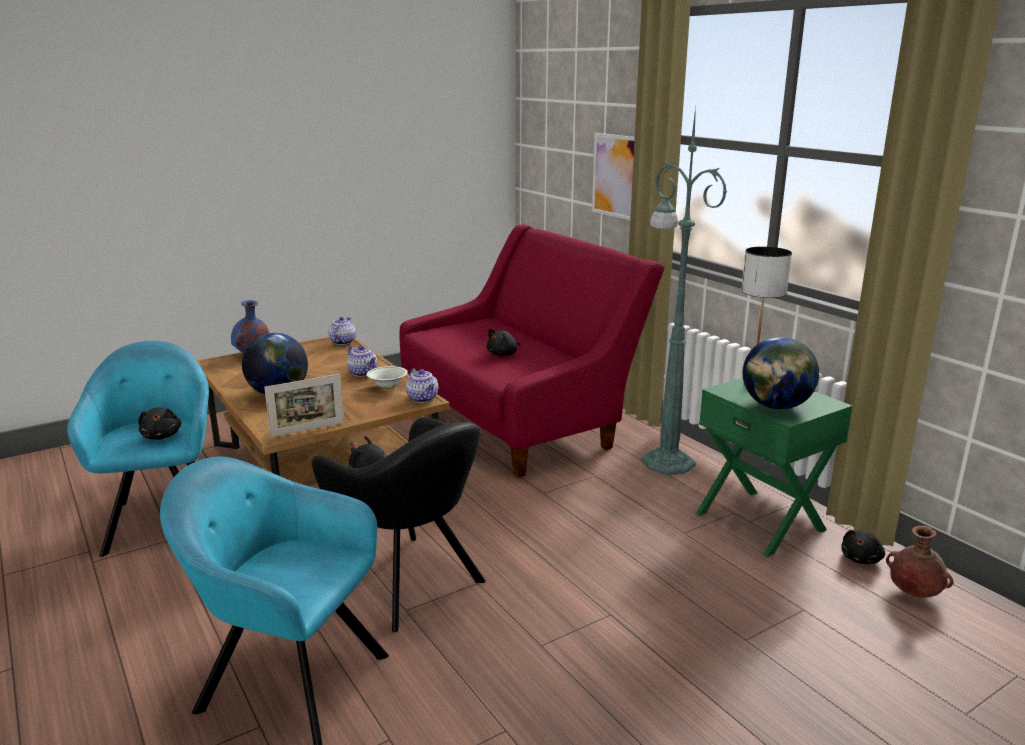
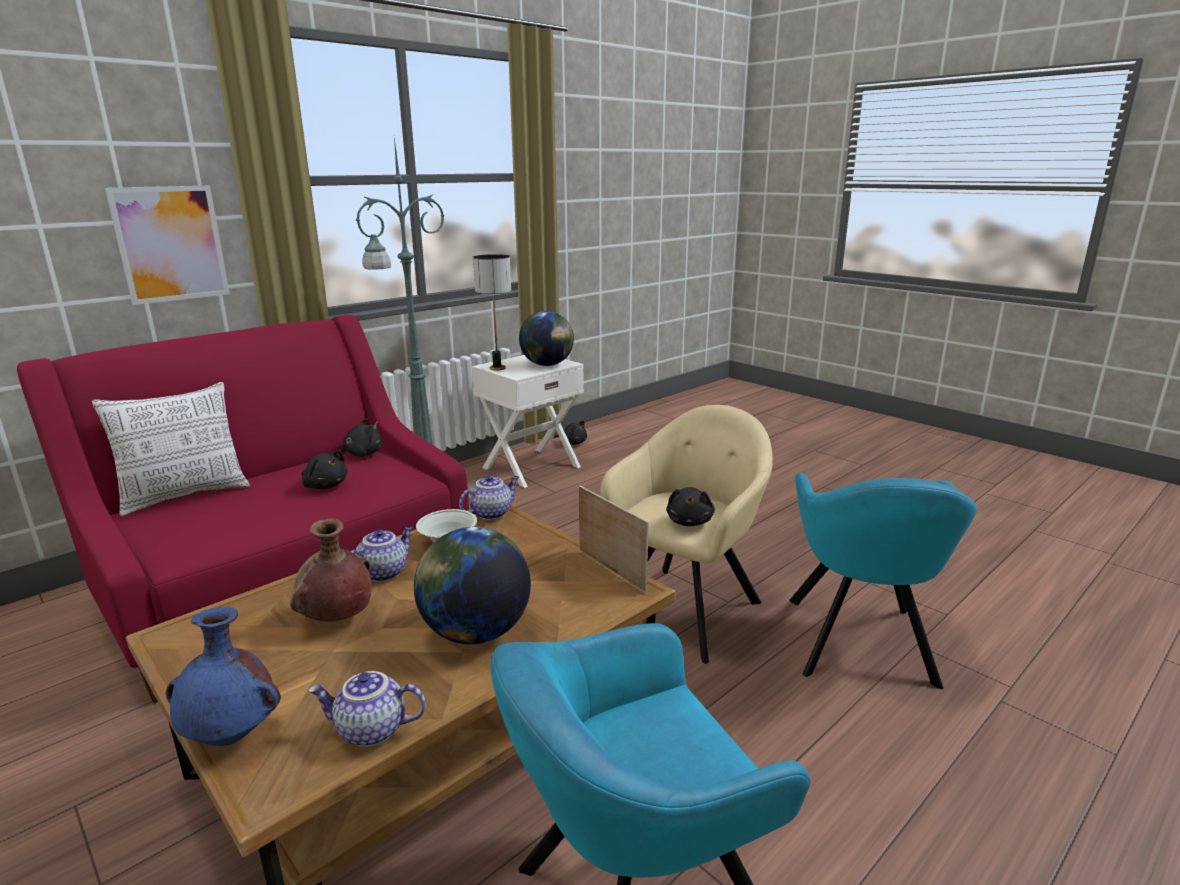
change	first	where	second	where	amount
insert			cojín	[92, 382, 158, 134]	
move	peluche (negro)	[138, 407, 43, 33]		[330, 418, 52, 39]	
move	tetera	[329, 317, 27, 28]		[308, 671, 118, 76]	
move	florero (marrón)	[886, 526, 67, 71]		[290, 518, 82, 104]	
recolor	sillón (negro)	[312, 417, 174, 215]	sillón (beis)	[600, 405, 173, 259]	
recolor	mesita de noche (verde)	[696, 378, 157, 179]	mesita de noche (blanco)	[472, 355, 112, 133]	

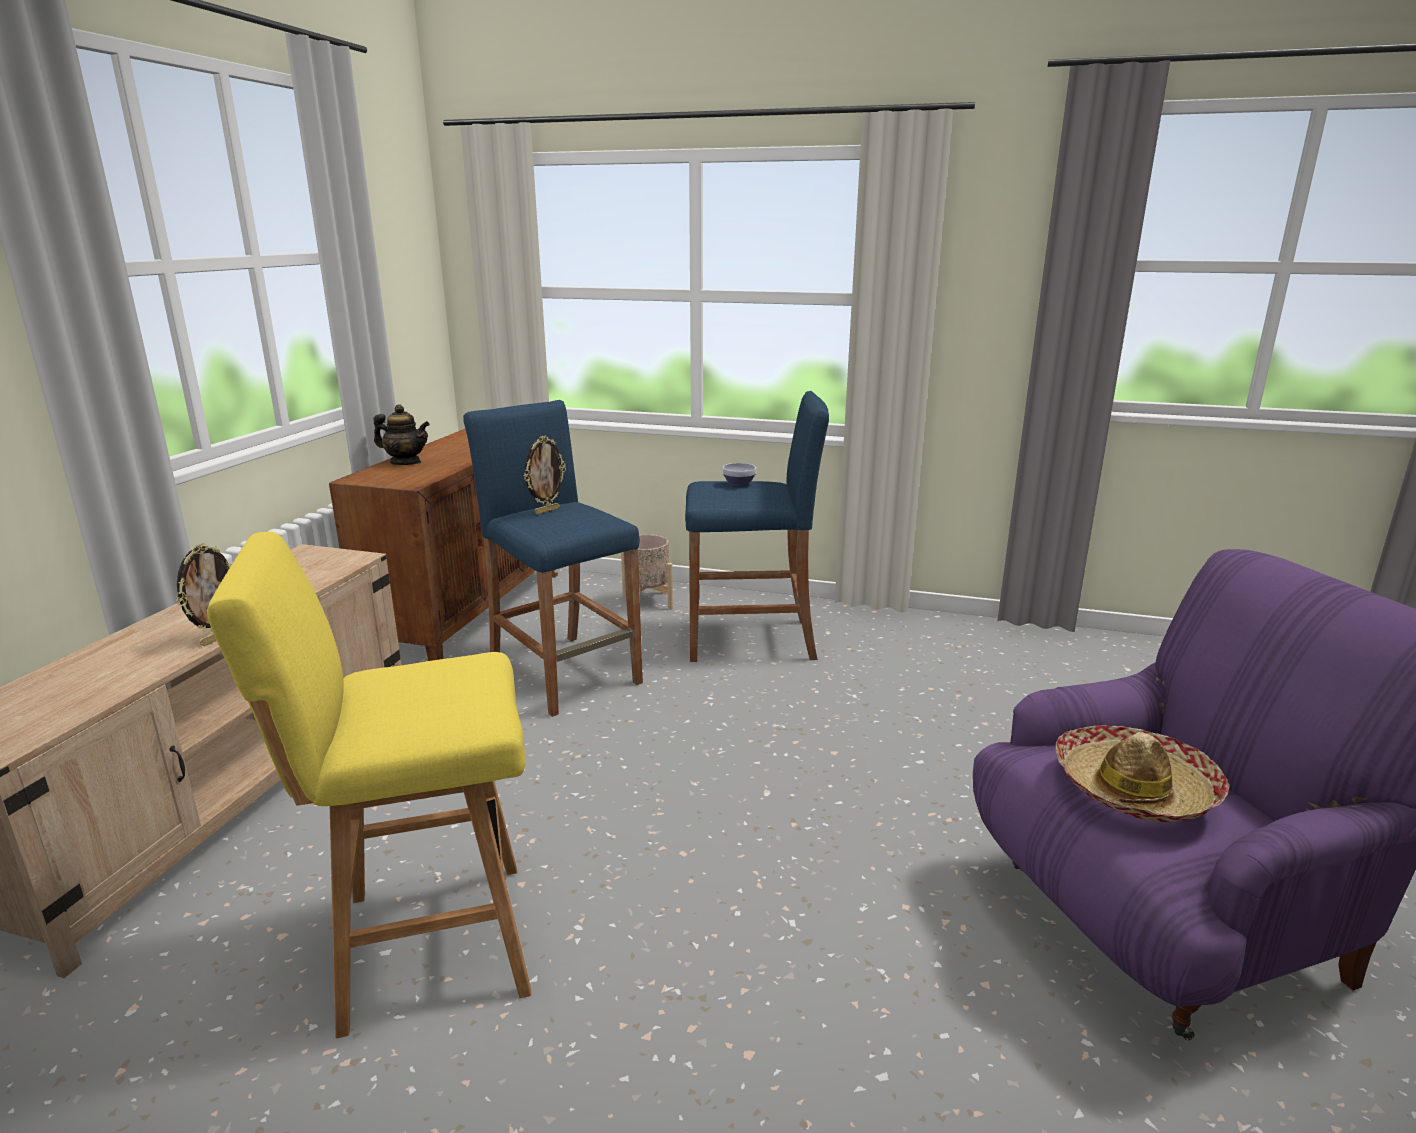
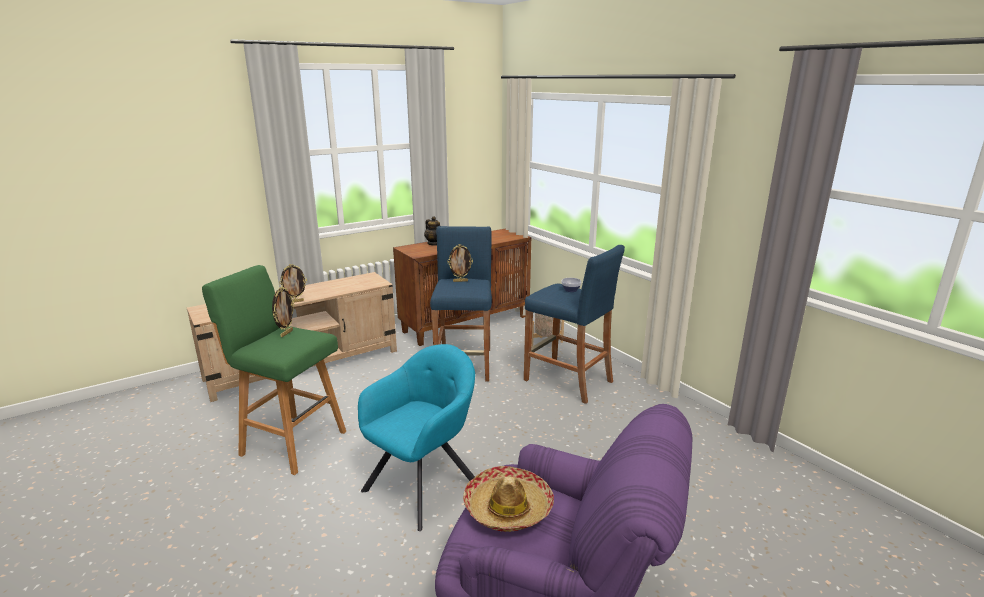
change	first	where	second	where	amount
insert			portarretratos	[272, 287, 23, 50]	
insert			sillón (turquesa)	[358, 344, 117, 187]	
recolor	taburete (amarillo)	[207, 532, 324, 506]	taburete (verde)	[202, 265, 144, 210]	

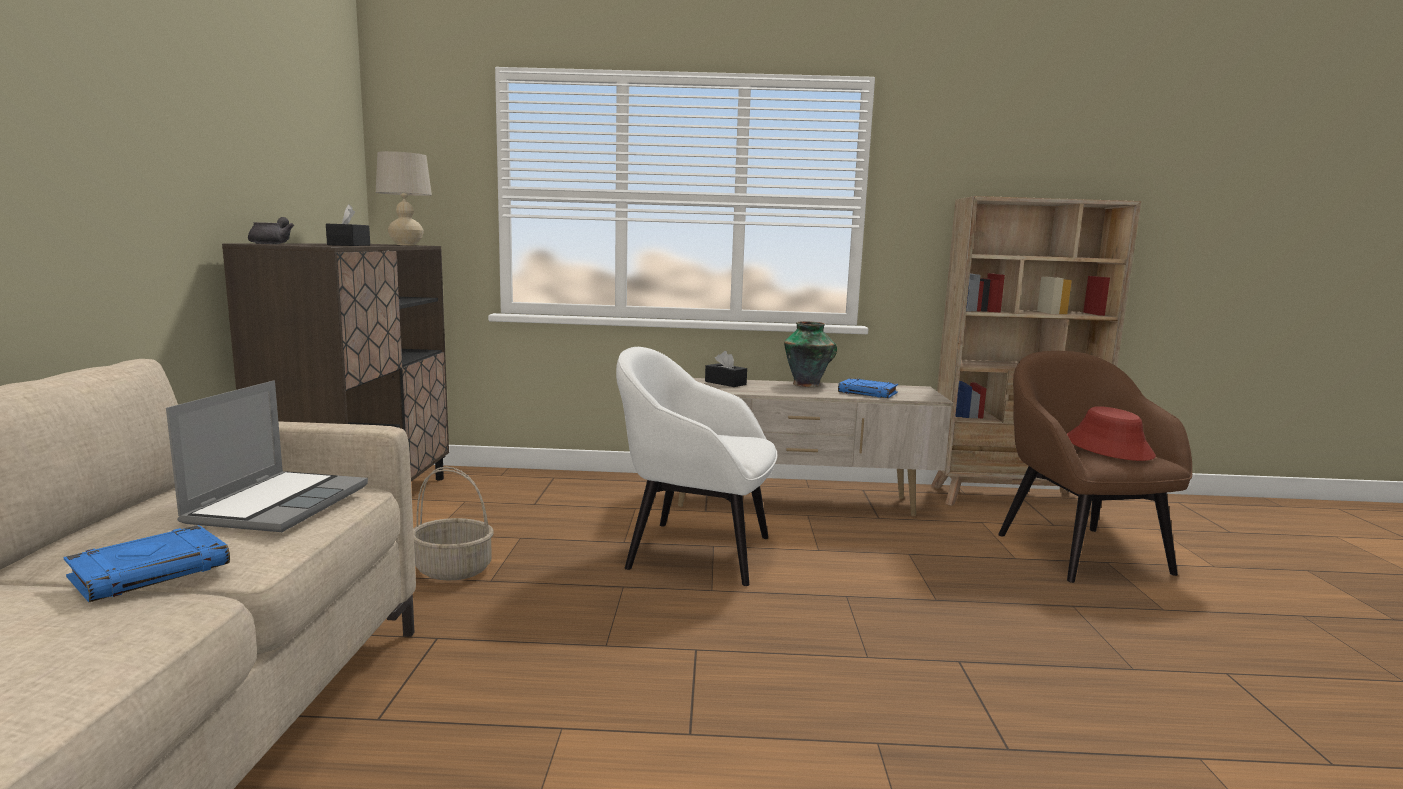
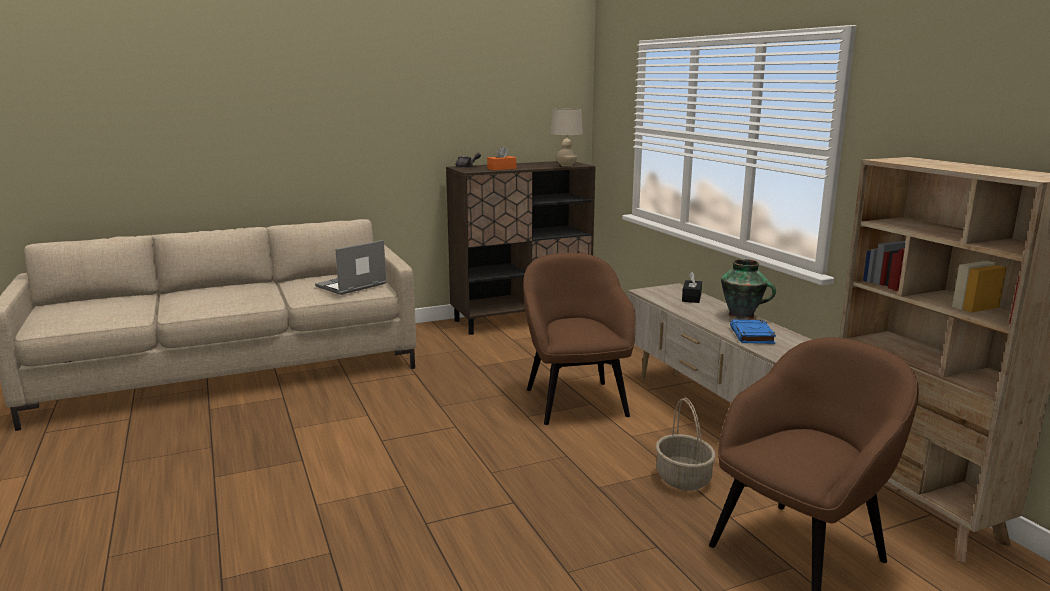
change	first	where	second	where	amount
delete	libro (azul)	[63, 525, 167, 77]			
delete	sombrero (rojo)	[1067, 406, 89, 55]			
move	cesta	[413, 467, 81, 114]		[656, 397, 60, 93]	
recolor	caja de pañuelos (negro)	[326, 204, 44, 42]	caja de pañuelos (naranja)	[487, 146, 29, 24]	
recolor	sillón (blanco)	[616, 347, 161, 239]	sillón (marrón)	[523, 253, 112, 172]	
rotate	portátil	[166, 380, 202, 152]		[315, 240, 72, 55]	150 degrees clockwise

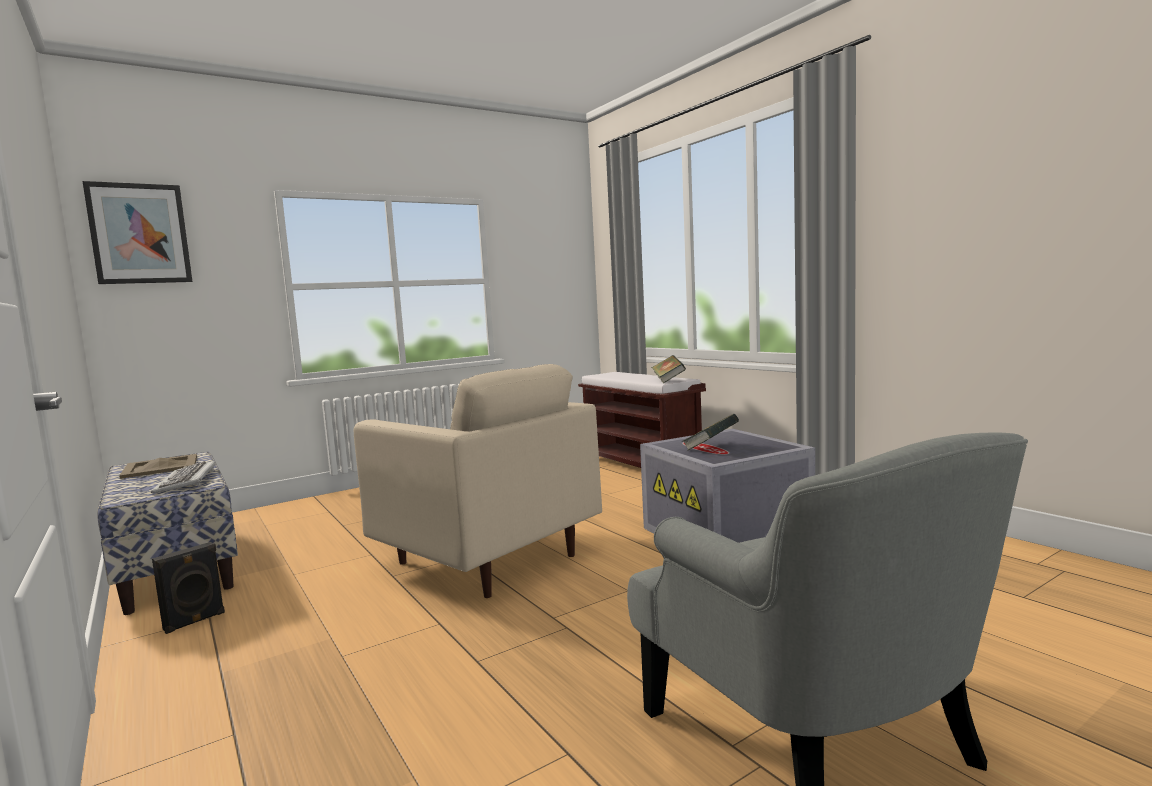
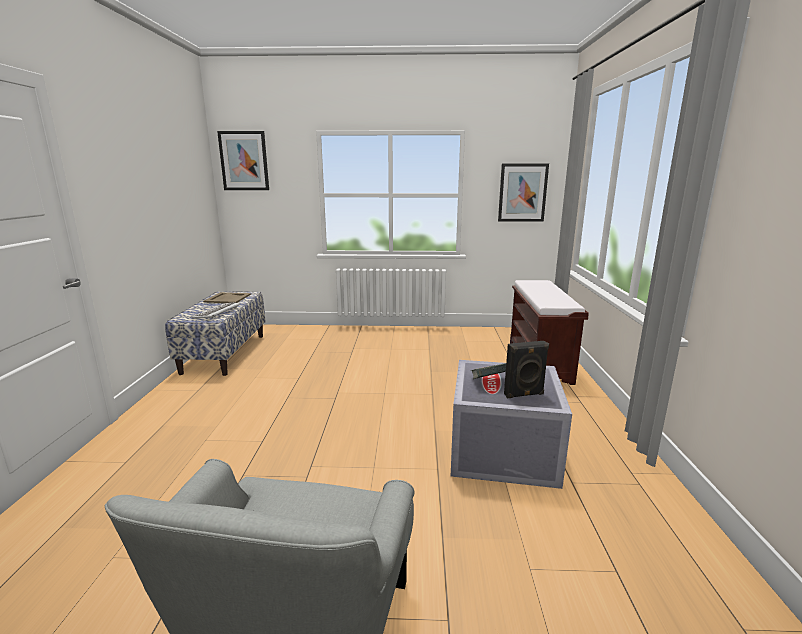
change	first	where	second	where	amount
delete	sillón (beis)	[354, 364, 248, 234]			
delete	libro	[652, 355, 34, 28]			
insert			cuadro	[498, 164, 51, 58]	
move	altavoz (negro)	[152, 542, 73, 92]		[504, 341, 45, 57]	

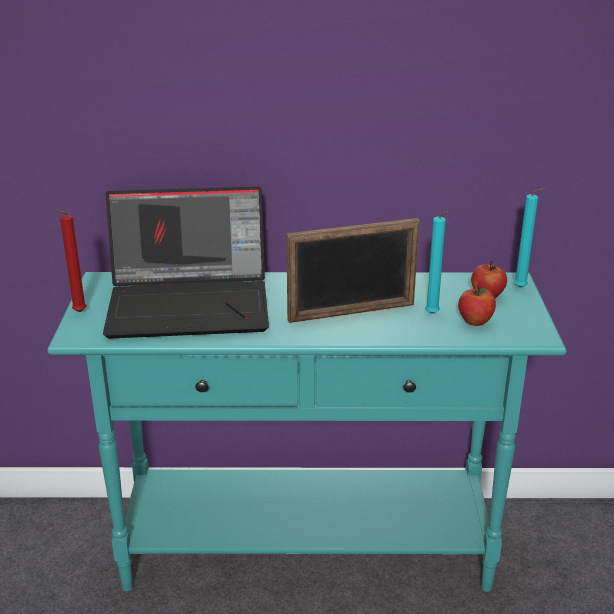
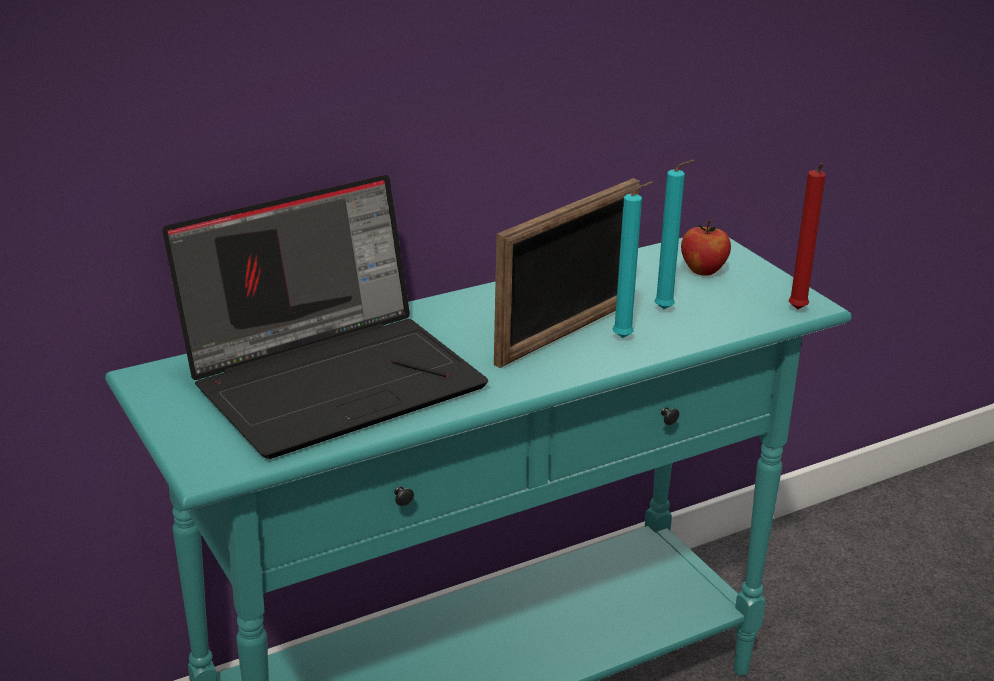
change	first	where	second	where	amount
delete	manzana	[458, 285, 38, 41]			
move	vela (rojo)	[55, 210, 32, 102]		[788, 163, 38, 146]	
move	vela (turquesa)	[514, 188, 31, 100]		[613, 181, 40, 157]	

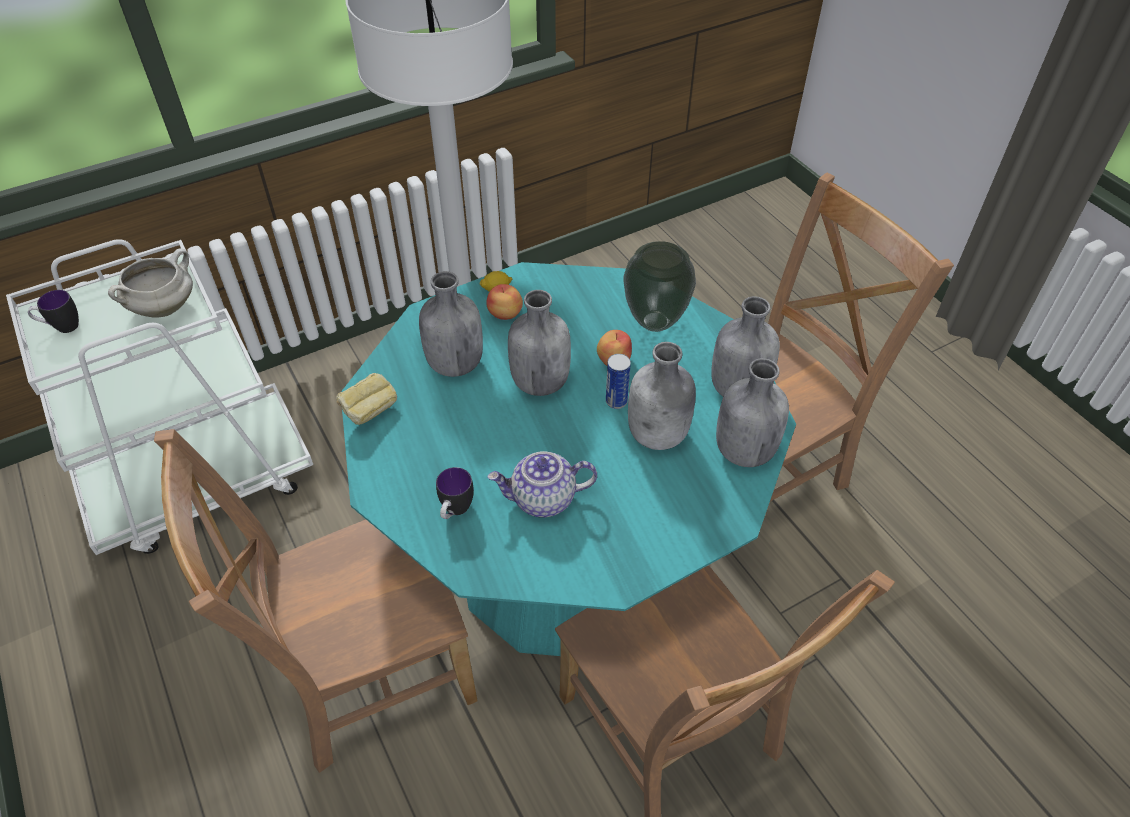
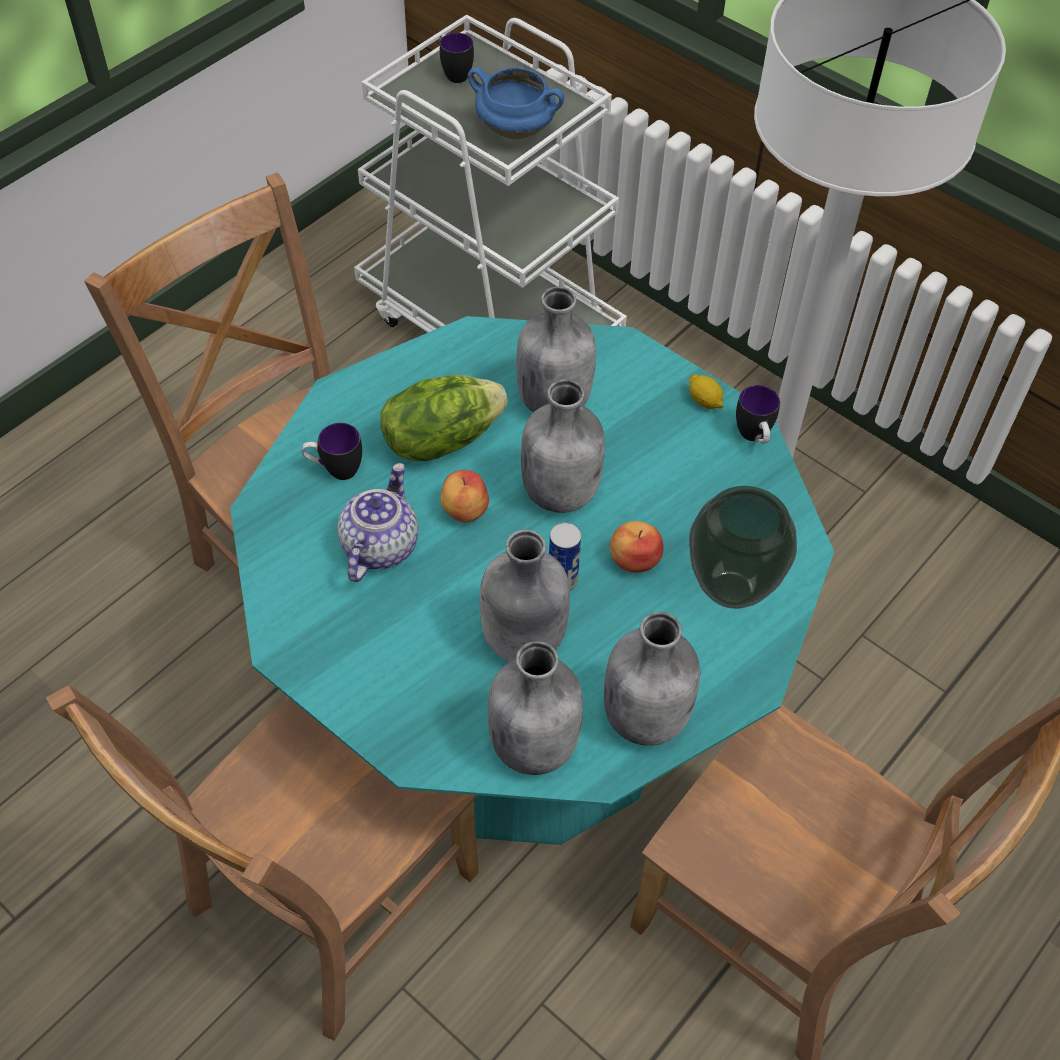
change	first	where	second	where	amount
delete	pan	[336, 373, 61, 52]			
insert			lechuga	[380, 375, 128, 86]	
insert			taza grande	[736, 385, 44, 59]	
move	manzana	[486, 284, 37, 36]		[440, 470, 49, 52]	
recolor	olla (blanco)	[108, 248, 85, 70]	olla (azul)	[468, 67, 96, 72]	
rotate	tetera	[488, 451, 109, 67]		[337, 463, 81, 119]	45 degrees clockwise

